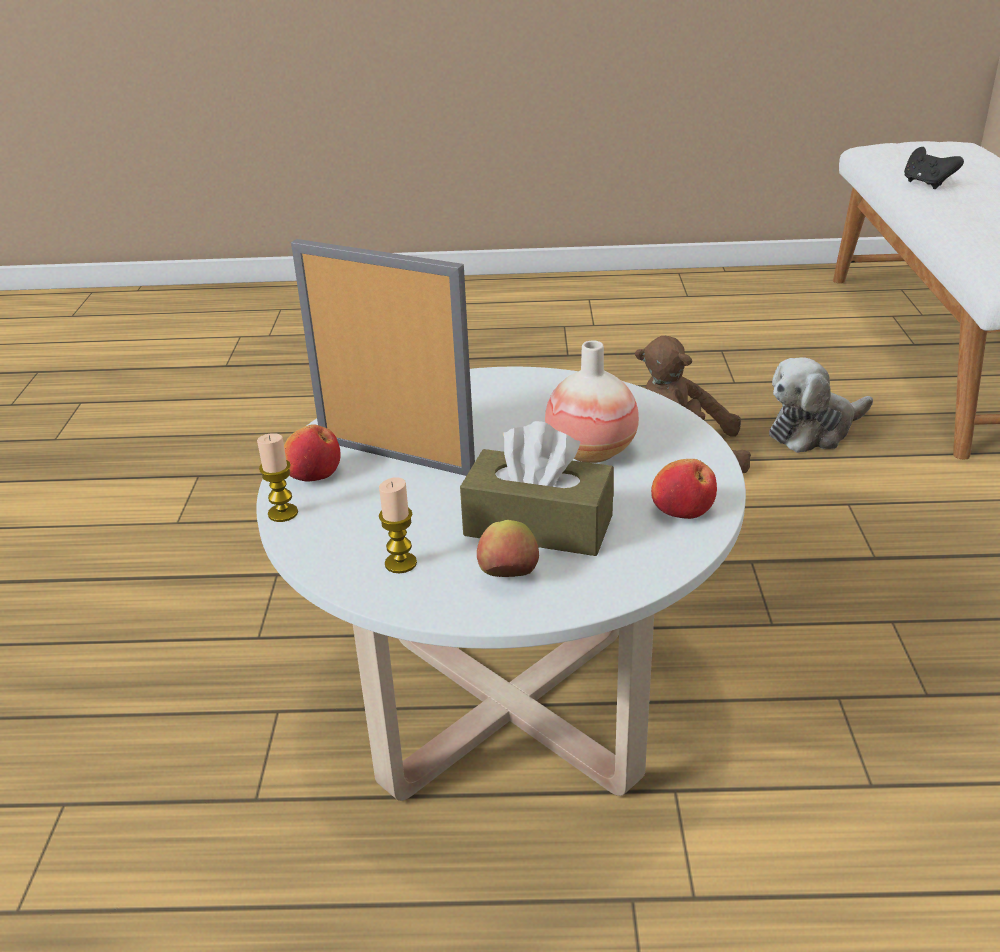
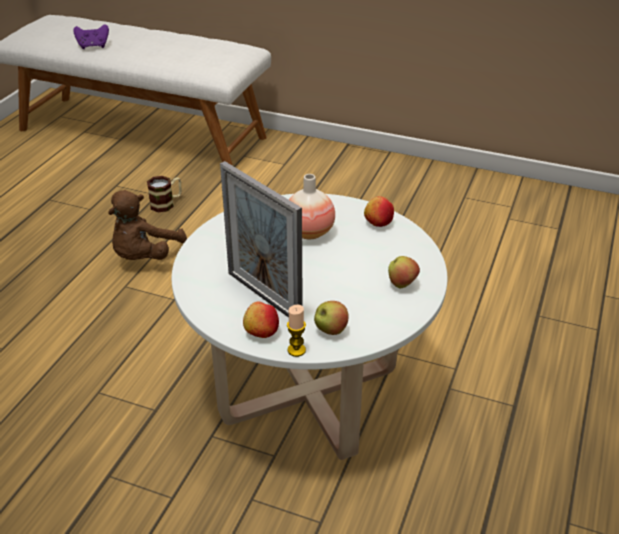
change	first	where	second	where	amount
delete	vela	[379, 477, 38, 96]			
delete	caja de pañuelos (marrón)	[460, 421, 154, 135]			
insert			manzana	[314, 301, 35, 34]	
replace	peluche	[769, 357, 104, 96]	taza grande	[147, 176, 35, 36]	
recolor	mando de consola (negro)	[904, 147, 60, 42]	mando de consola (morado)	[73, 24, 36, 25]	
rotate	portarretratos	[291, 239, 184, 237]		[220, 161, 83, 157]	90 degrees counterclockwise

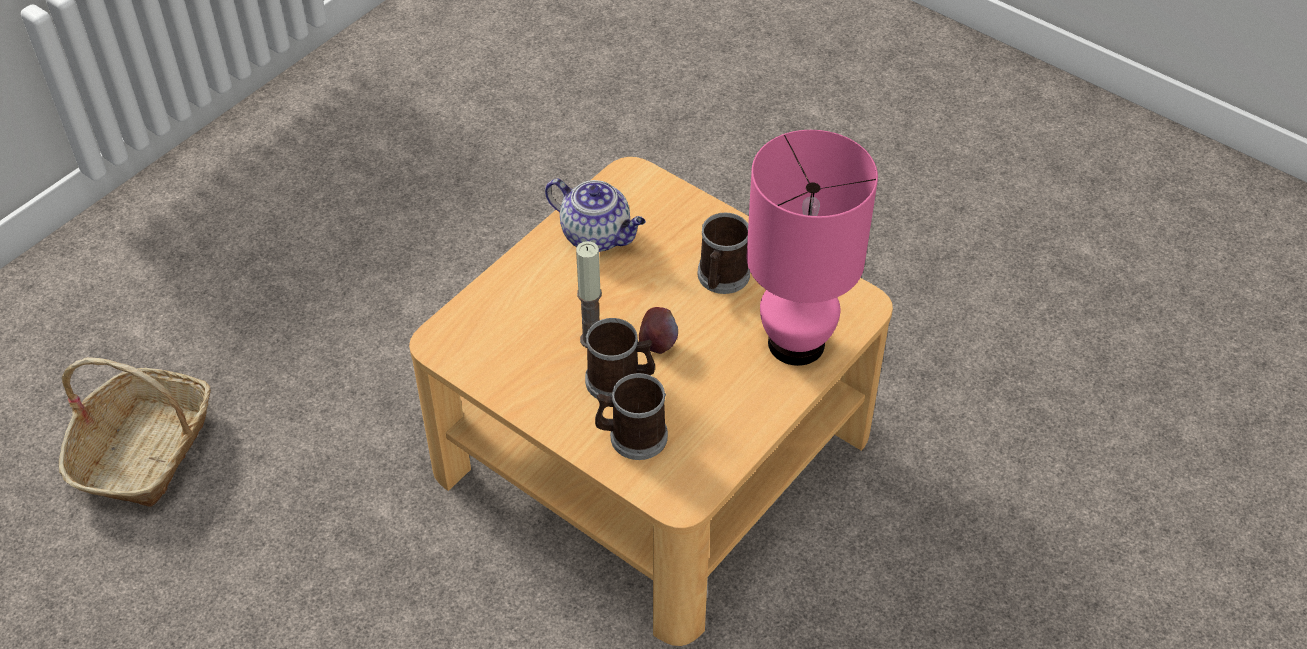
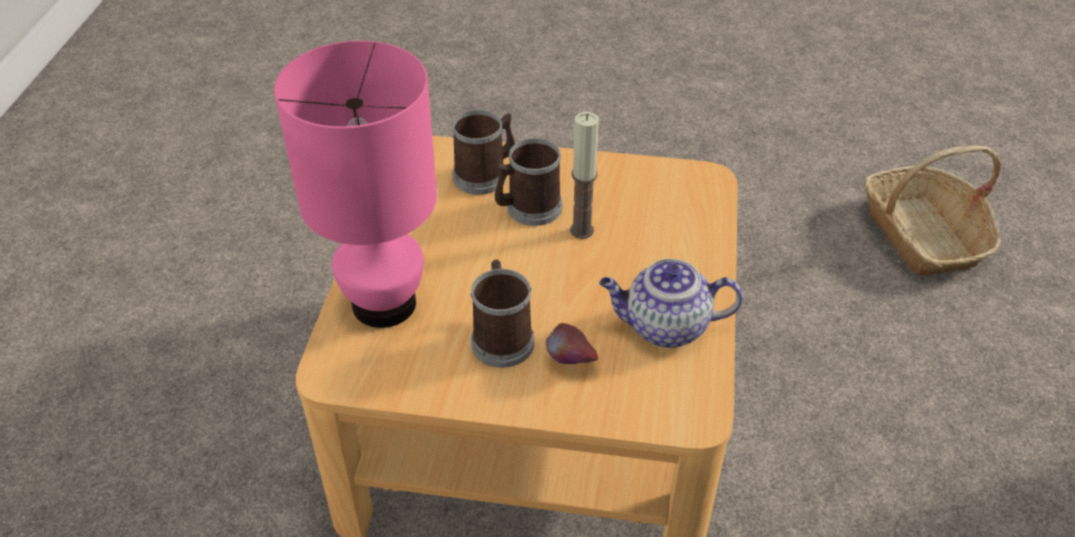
change	first	where	second	where	amount
move	manzana	[639, 307, 39, 47]		[546, 323, 52, 41]	

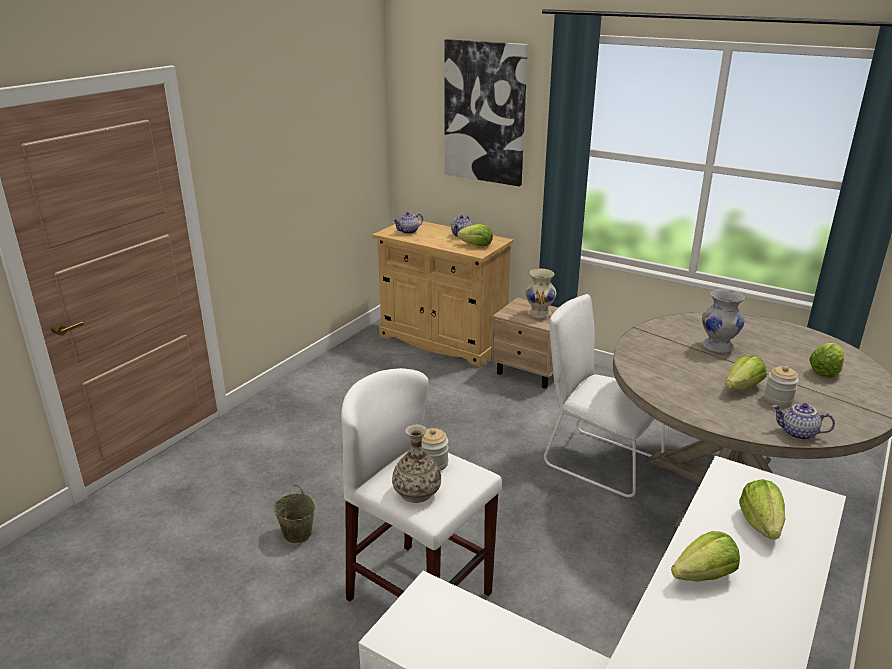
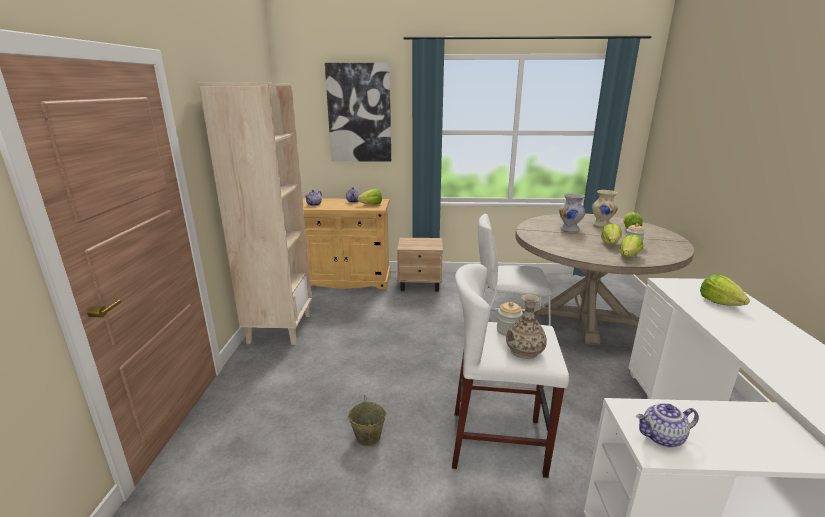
change	first	where	second	where	amount
insert			estantería (beis)	[199, 83, 113, 262]	
move	florero (beis)	[525, 269, 31, 49]		[592, 190, 26, 37]	
move	lechuga	[671, 531, 69, 51]		[620, 234, 23, 23]	
move	tetera	[772, 403, 63, 37]		[636, 403, 63, 45]	

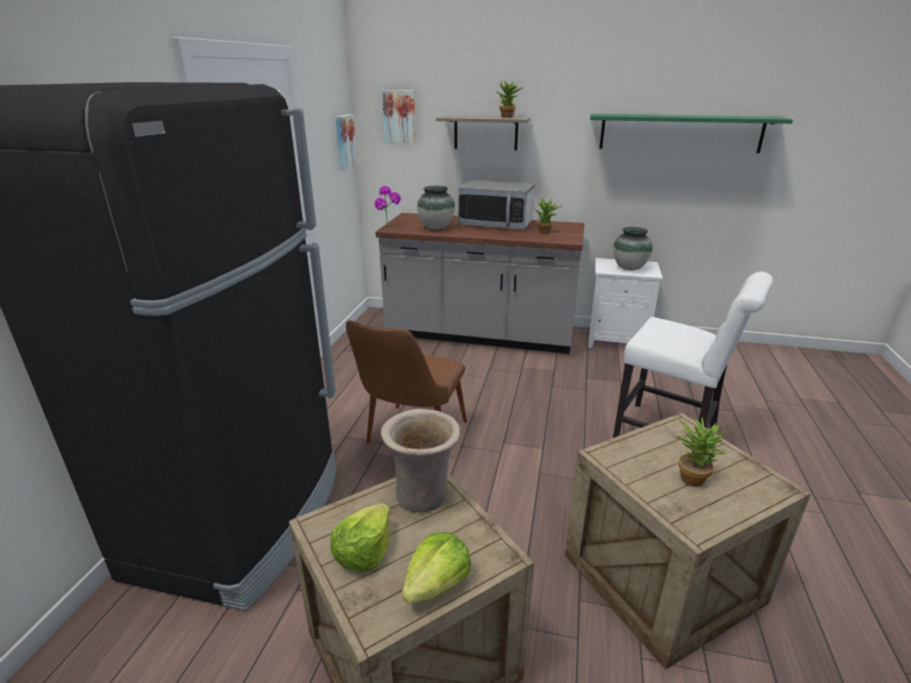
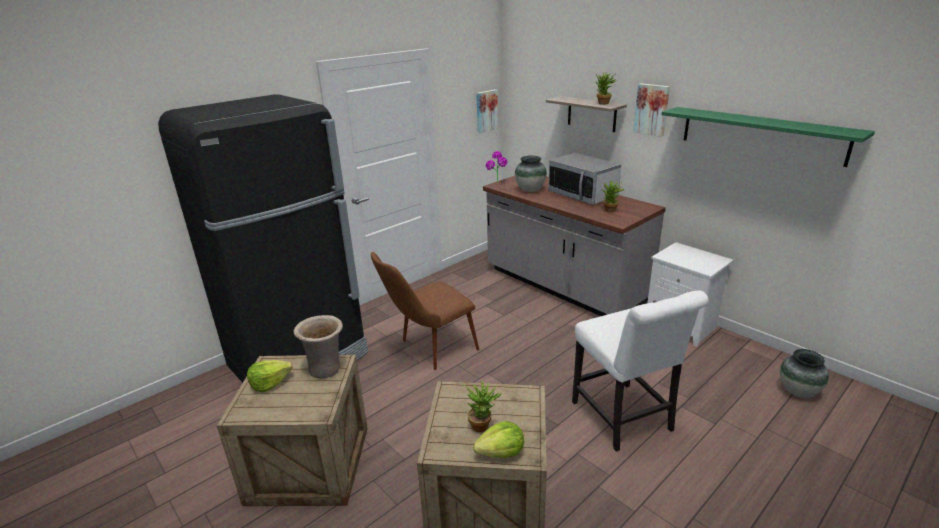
change	first	where	second	where	amount
move	cuadro	[382, 90, 34, 53]		[633, 83, 37, 54]	
move	lechuga	[402, 532, 69, 72]		[473, 421, 51, 37]	
move	florero	[613, 227, 40, 44]		[780, 349, 49, 49]	

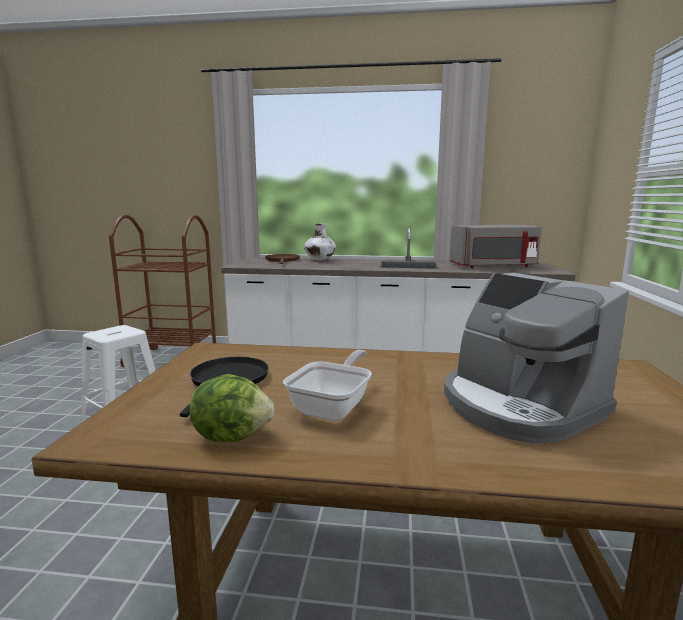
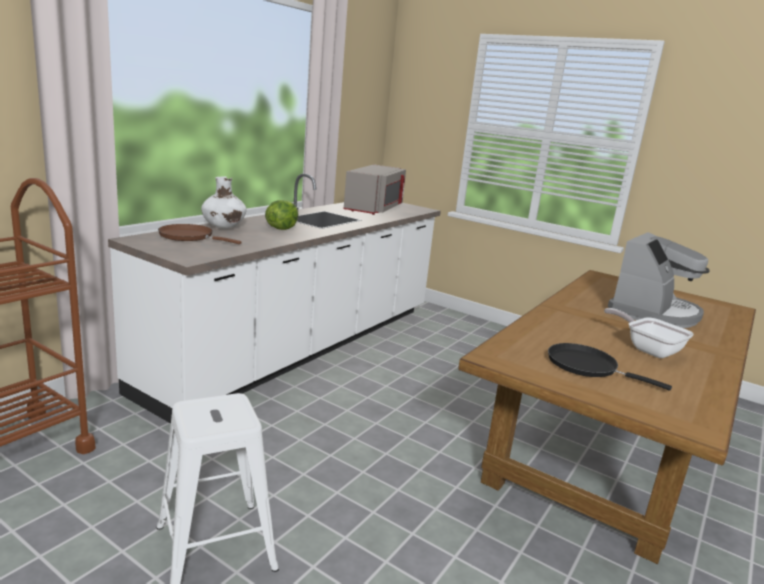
change	first	where	second	where	amount
move	lechuga	[189, 374, 86, 68]		[265, 200, 33, 30]	
rotate	cafetera	[444, 273, 185, 171]		[608, 232, 102, 96]	45 degrees counterclockwise

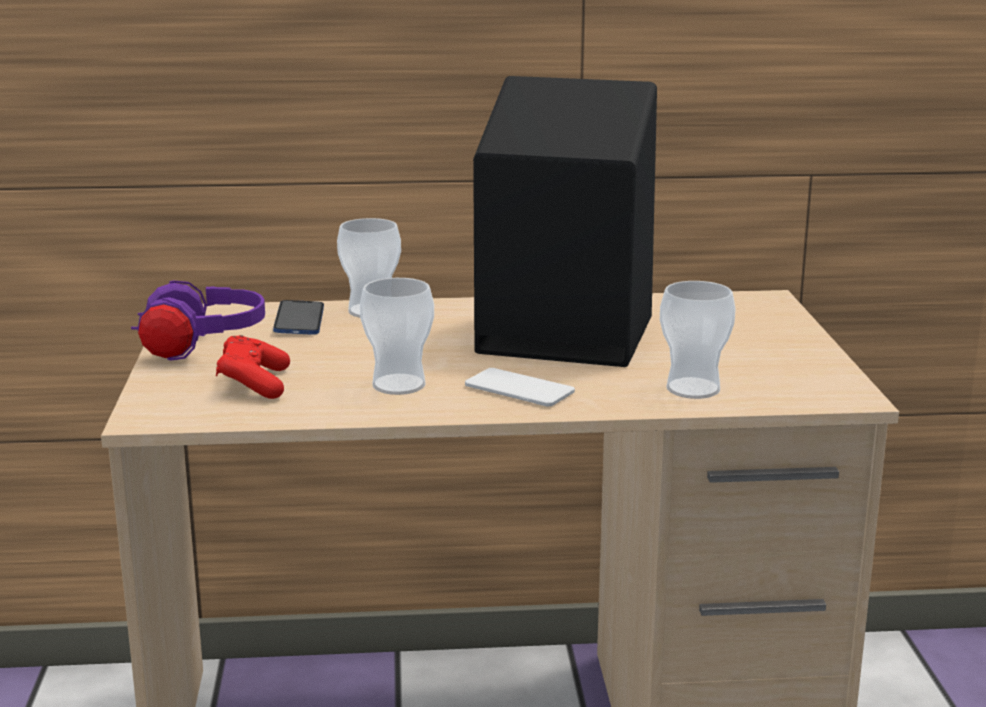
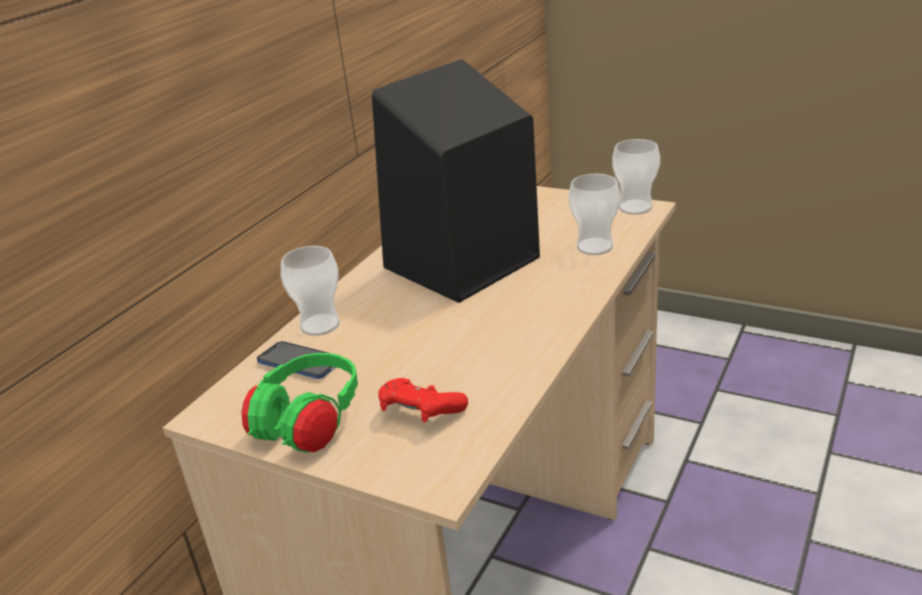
change	first	where	second	where	amount
delete	móvil	[465, 368, 110, 39]			
move	taza	[360, 278, 74, 117]		[612, 139, 48, 76]	
recolor	auriculares (morado)	[131, 281, 134, 80]	auriculares (verde)	[241, 353, 117, 100]	

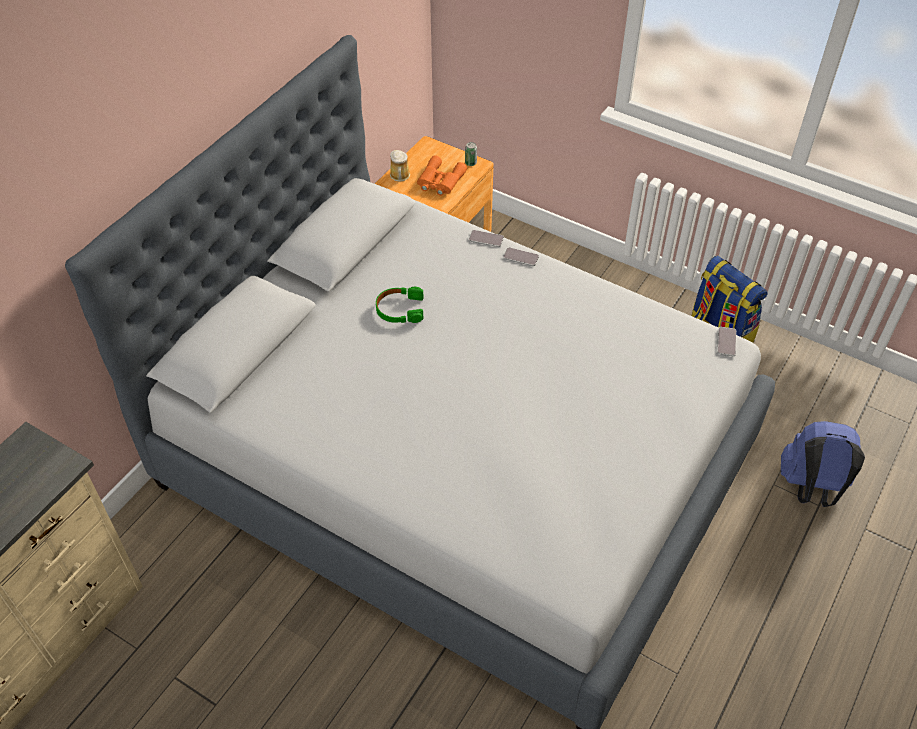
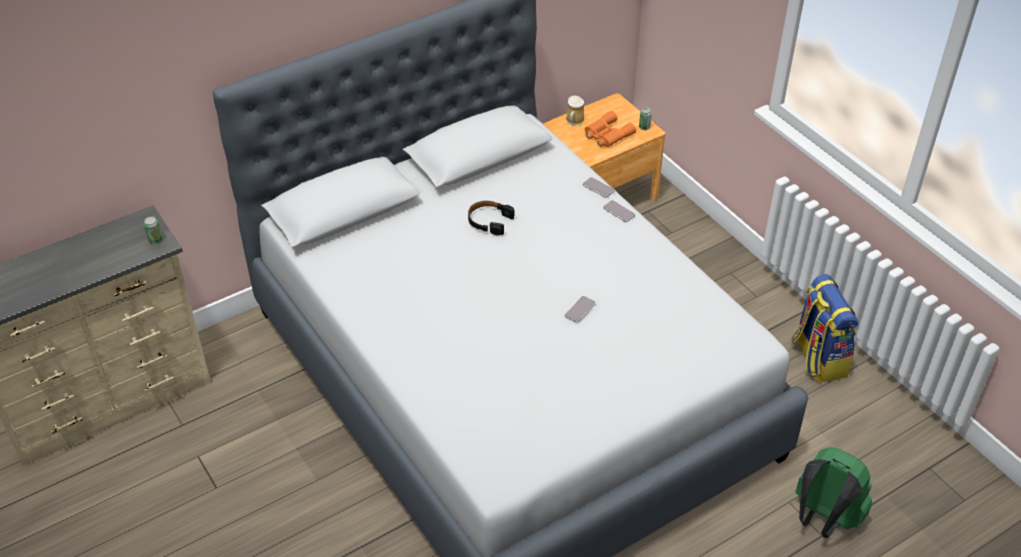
change	first	where	second	where	amount
insert			lata	[144, 216, 19, 28]	
move	móvil	[717, 327, 19, 29]		[565, 296, 31, 27]	
recolor	auriculares (verde)	[376, 287, 48, 36]	auriculares (negro)	[468, 201, 47, 34]	
recolor	mochila (azul)	[781, 421, 84, 86]	mochila (verde)	[795, 447, 77, 91]	

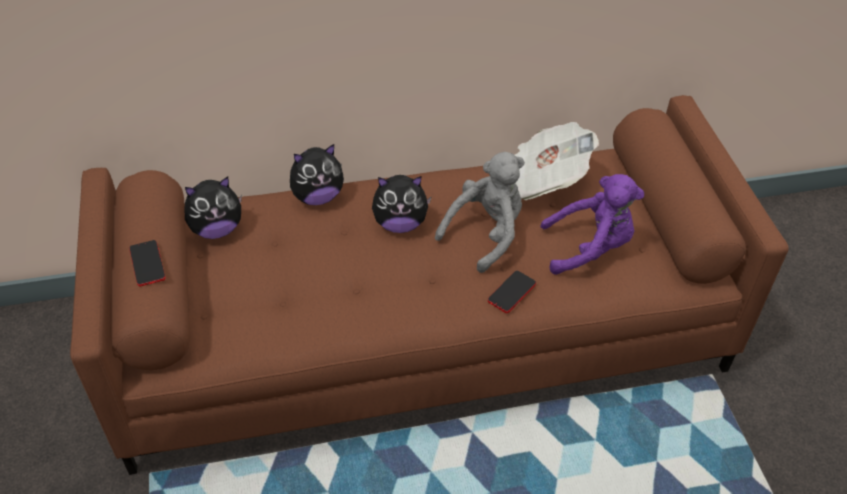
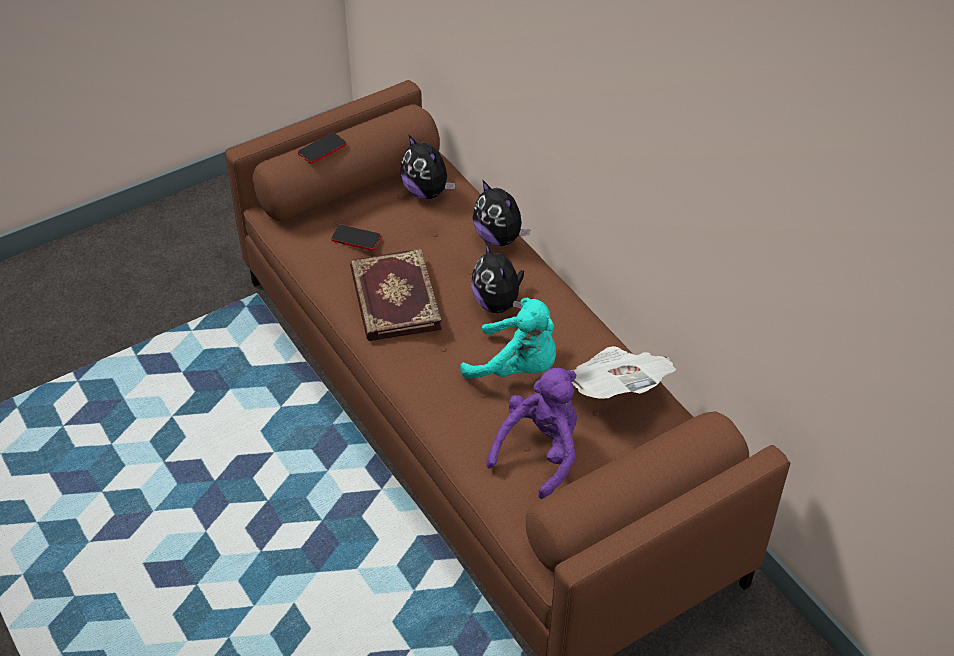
change	first	where	second	where	amount
insert			libro	[350, 249, 92, 92]	
move	móvil	[488, 271, 48, 42]		[331, 225, 50, 26]	
recolor	peluche (gris)	[435, 152, 90, 121]	peluche (turquesa)	[460, 298, 96, 81]	
rotate	peluche (morado)	[540, 174, 104, 101]		[486, 368, 91, 131]	120 degrees counterclockwise

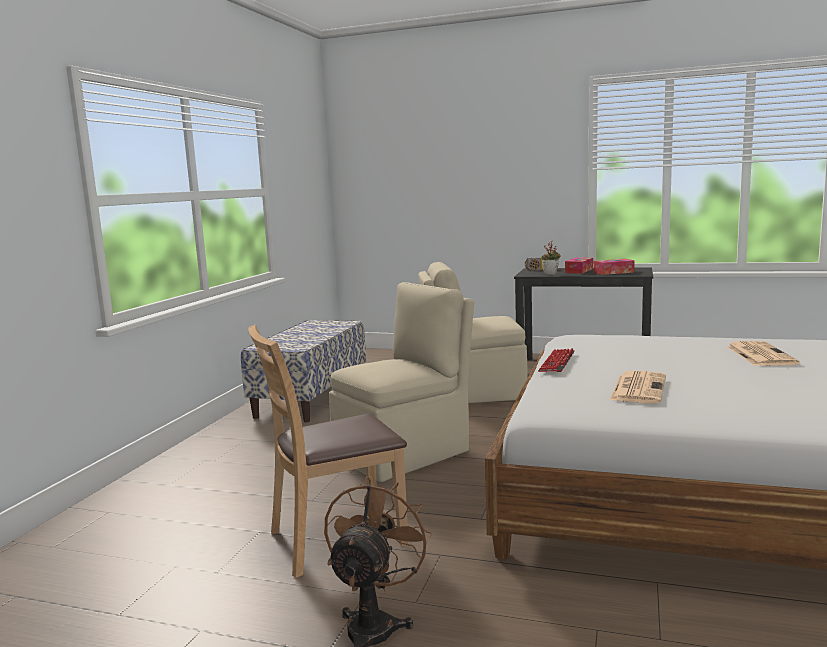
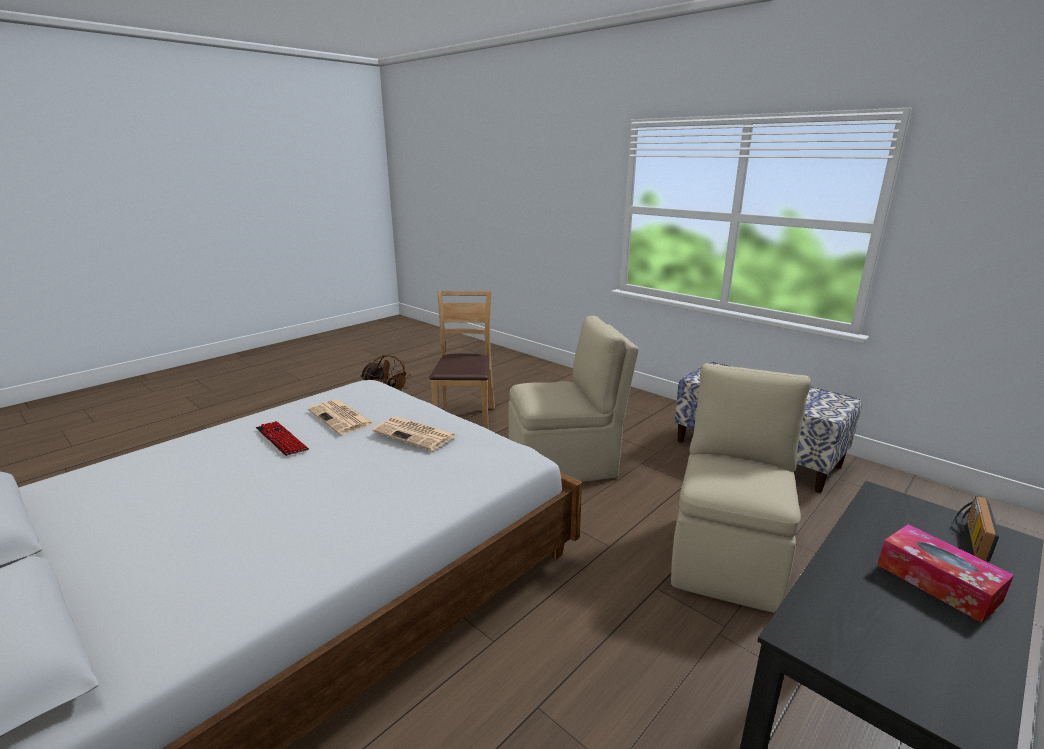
change	first	where	second	where	amount
delete	planta en maceta	[542, 241, 19, 34]			
delete	caja de pañuelos	[593, 259, 42, 16]			
move	teclado	[538, 348, 37, 24]		[256, 421, 53, 35]	
move	periódico	[726, 341, 74, 25]		[372, 416, 84, 35]	
rotate	silla (beis)	[329, 282, 145, 200]		[508, 316, 131, 166]	90 degrees counterclockwise

